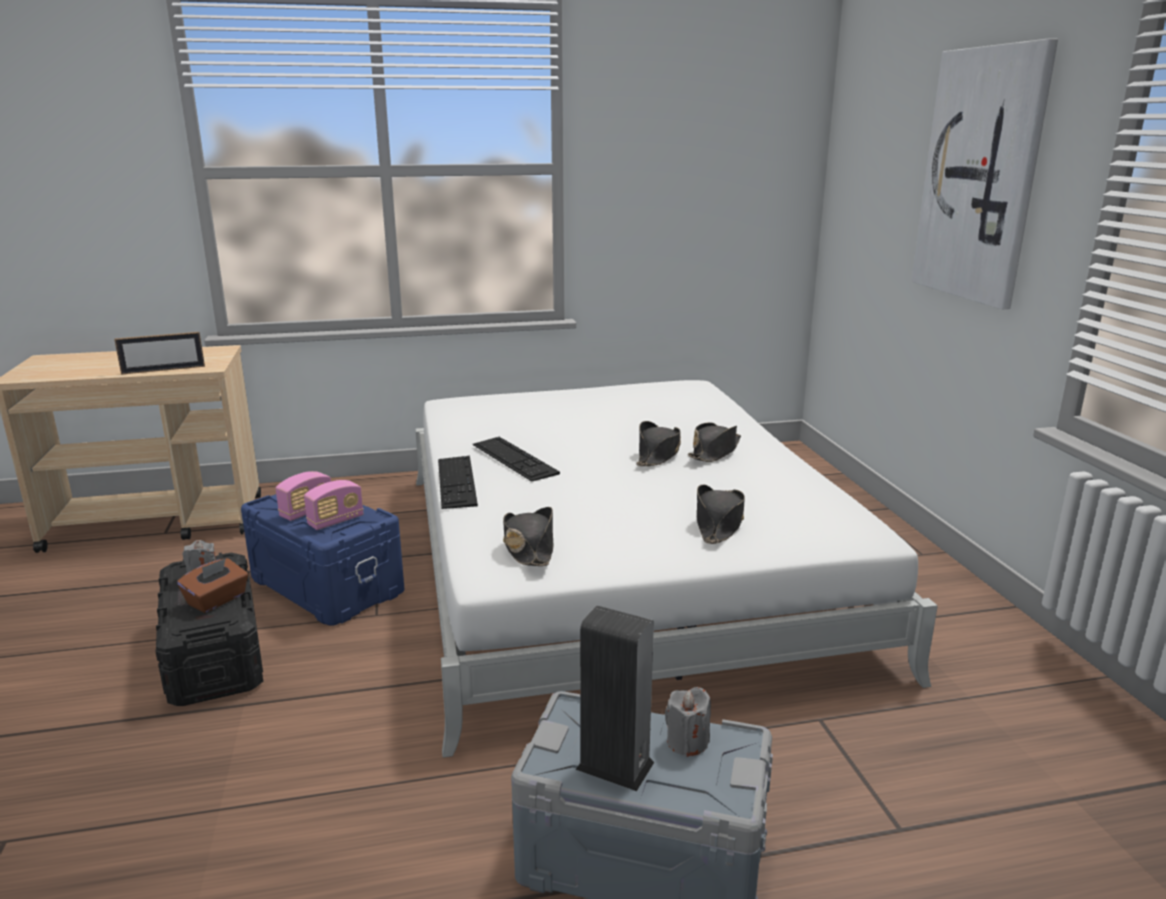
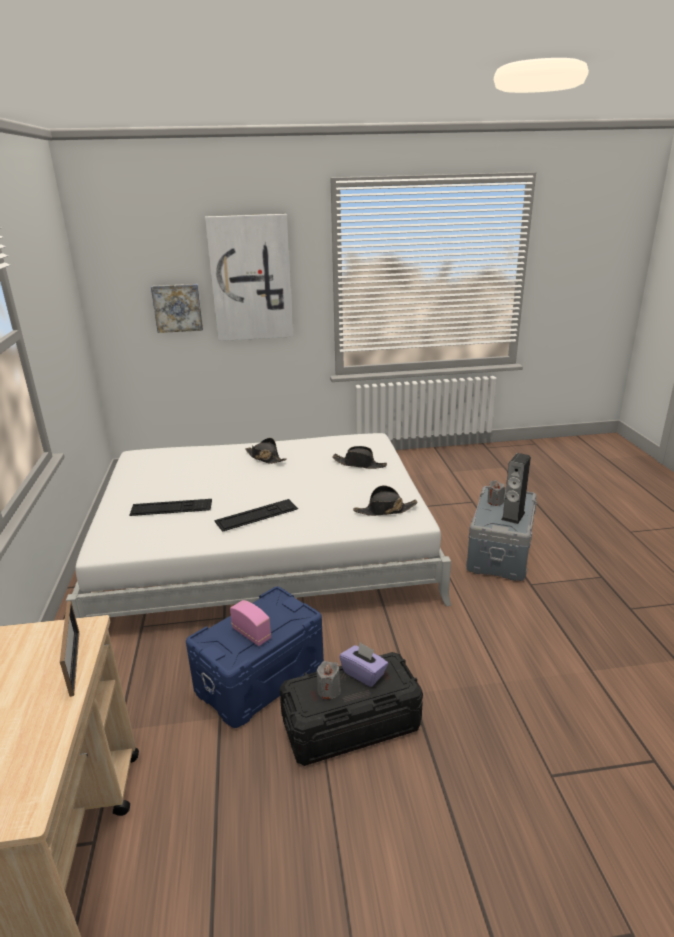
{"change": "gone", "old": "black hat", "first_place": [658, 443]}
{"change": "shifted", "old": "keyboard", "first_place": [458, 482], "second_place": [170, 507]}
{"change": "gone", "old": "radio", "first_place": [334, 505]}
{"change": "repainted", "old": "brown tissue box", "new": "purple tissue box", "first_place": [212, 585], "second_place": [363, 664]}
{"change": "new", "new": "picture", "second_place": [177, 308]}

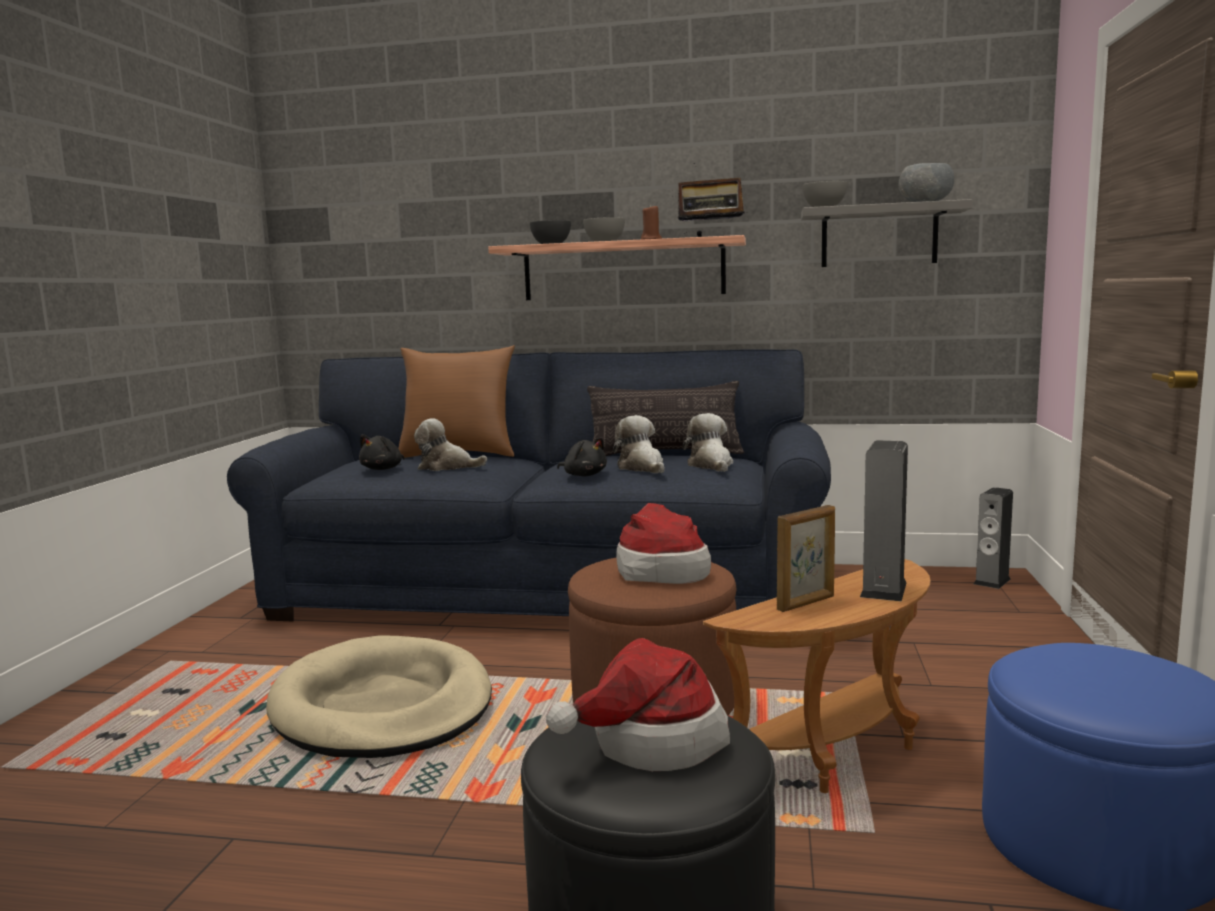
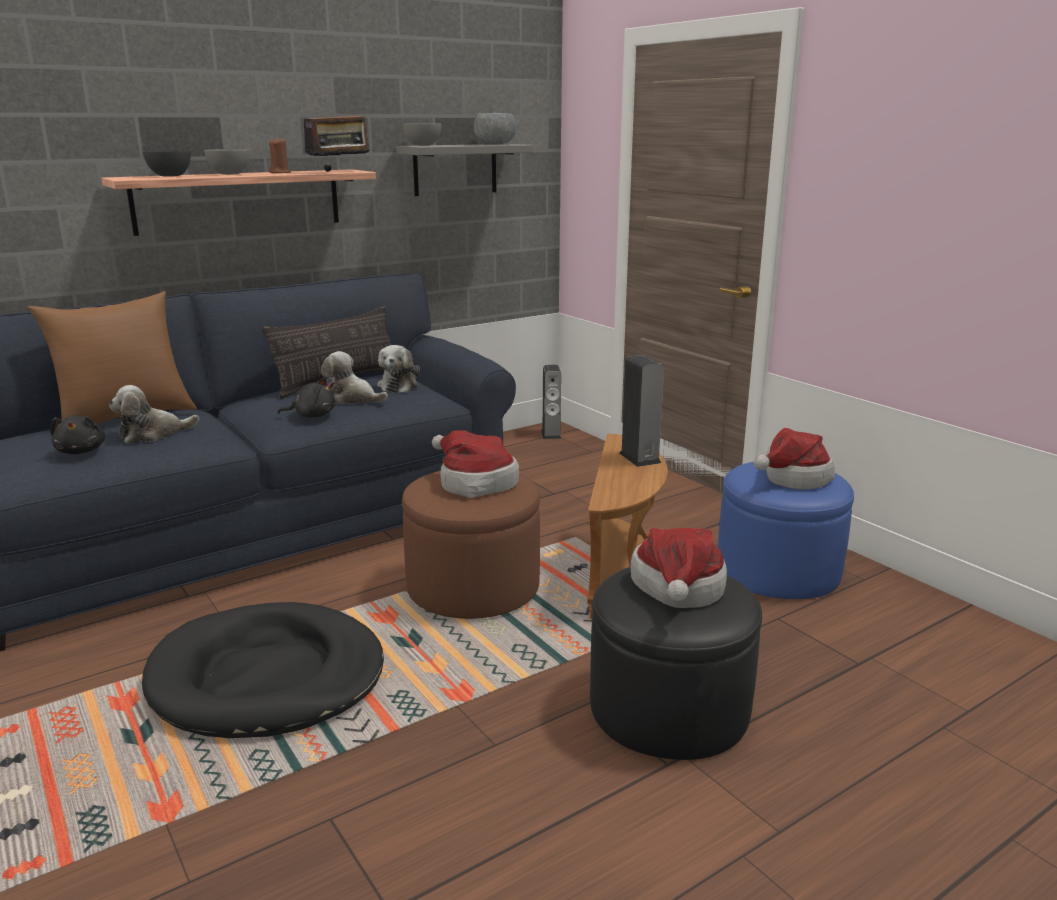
{"change": "rotated", "old": "plush toy", "first_place": [708, 442], "second_place": [399, 369], "degrees": -120}
{"change": "gone", "old": "picture frame", "first_place": [806, 558]}
{"change": "repainted", "old": "beige dog bed", "new": "black dog bed", "first_place": [379, 696], "second_place": [263, 670]}
{"change": "new", "new": "hat", "second_place": [794, 459]}

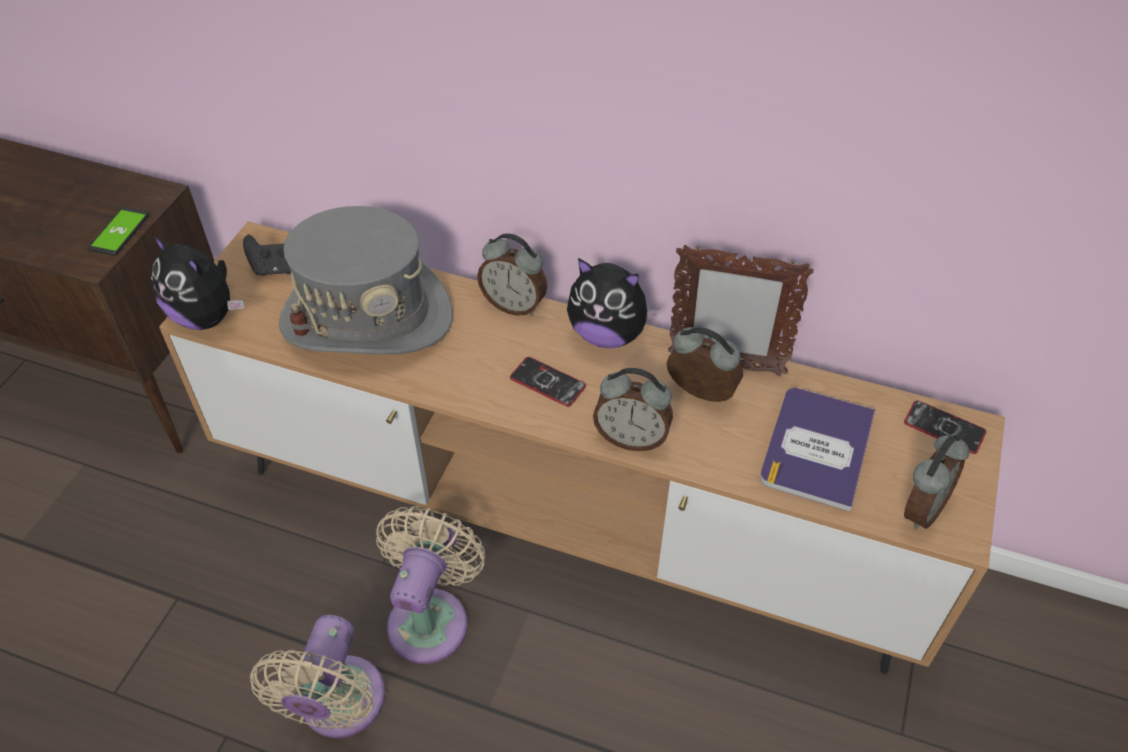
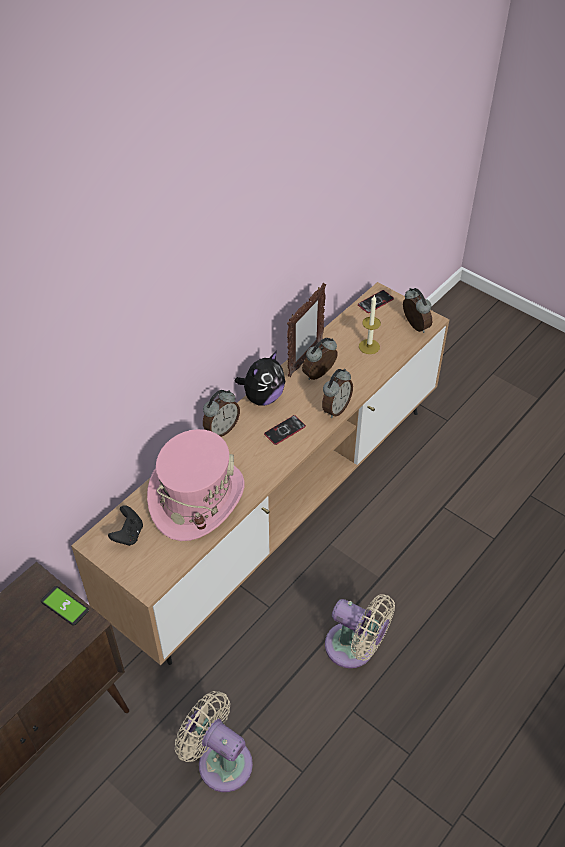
{"change": "repainted", "old": "grey hat", "new": "pink hat", "first_place": [366, 280], "second_place": [196, 485]}
{"change": "gone", "old": "plush toy", "first_place": [197, 282]}
{"change": "swapped", "old": "book", "new": "candle", "first_place": [817, 450], "second_place": [370, 324]}
{"change": "shifted", "old": "beige fan", "first_place": [430, 585], "second_place": [214, 741]}

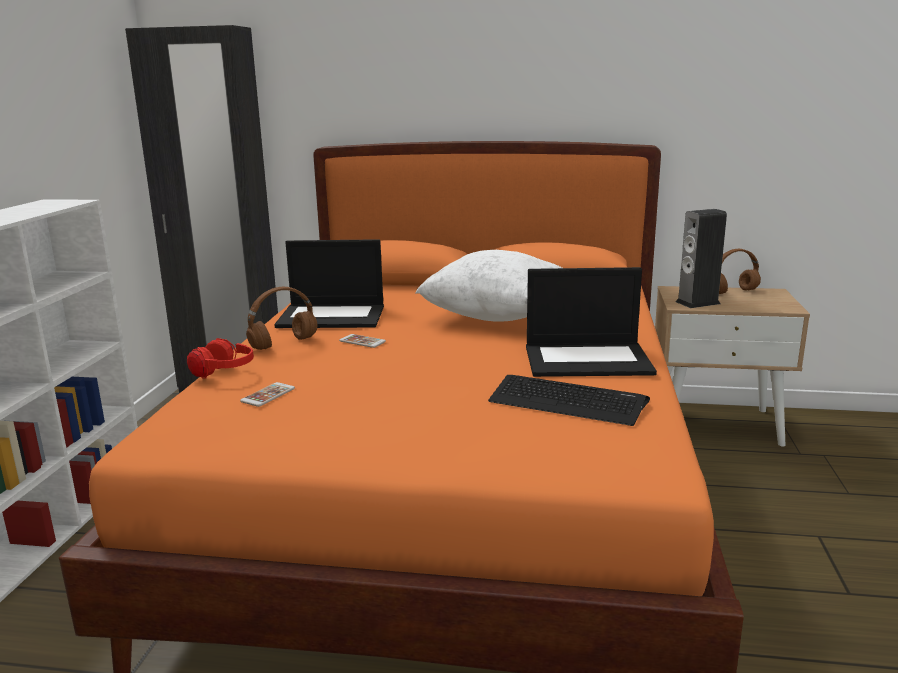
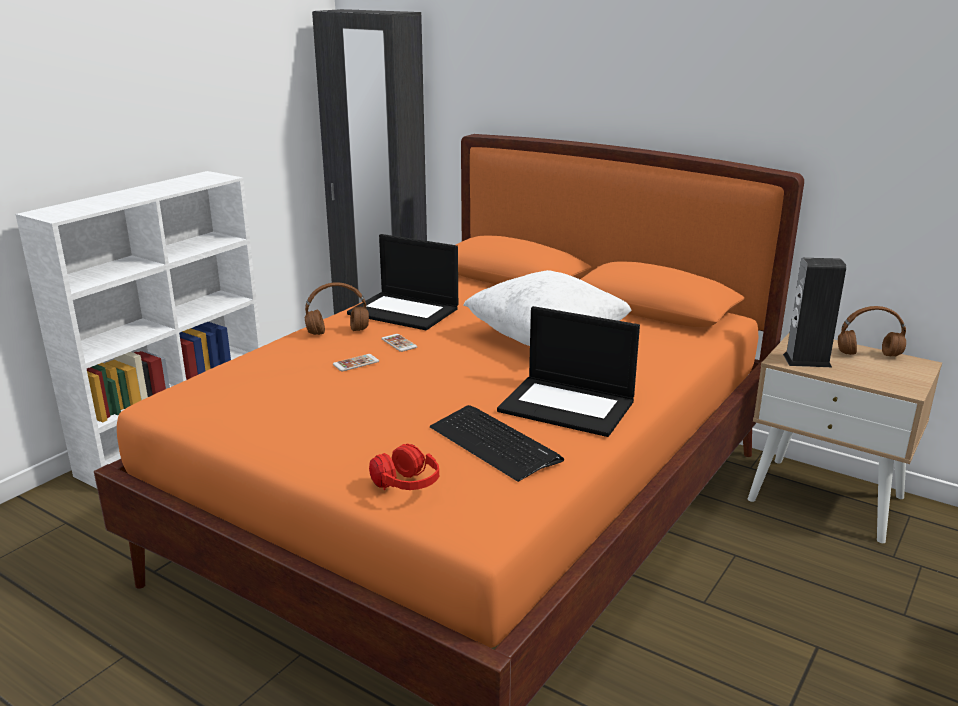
{"change": "shifted", "old": "red headphones", "first_place": [220, 358], "second_place": [404, 467]}
{"change": "shifted", "old": "phone", "first_place": [267, 394], "second_place": [356, 362]}

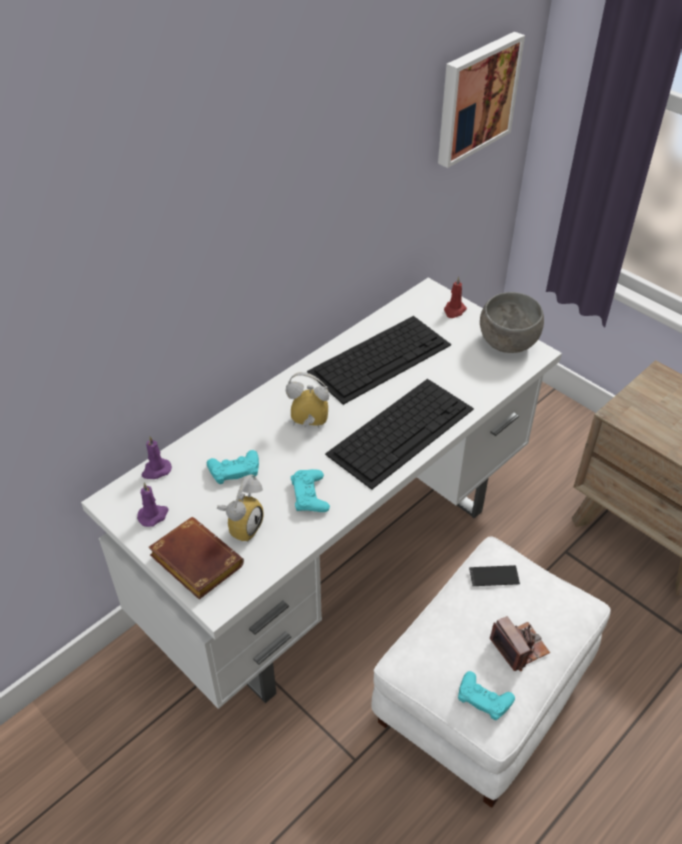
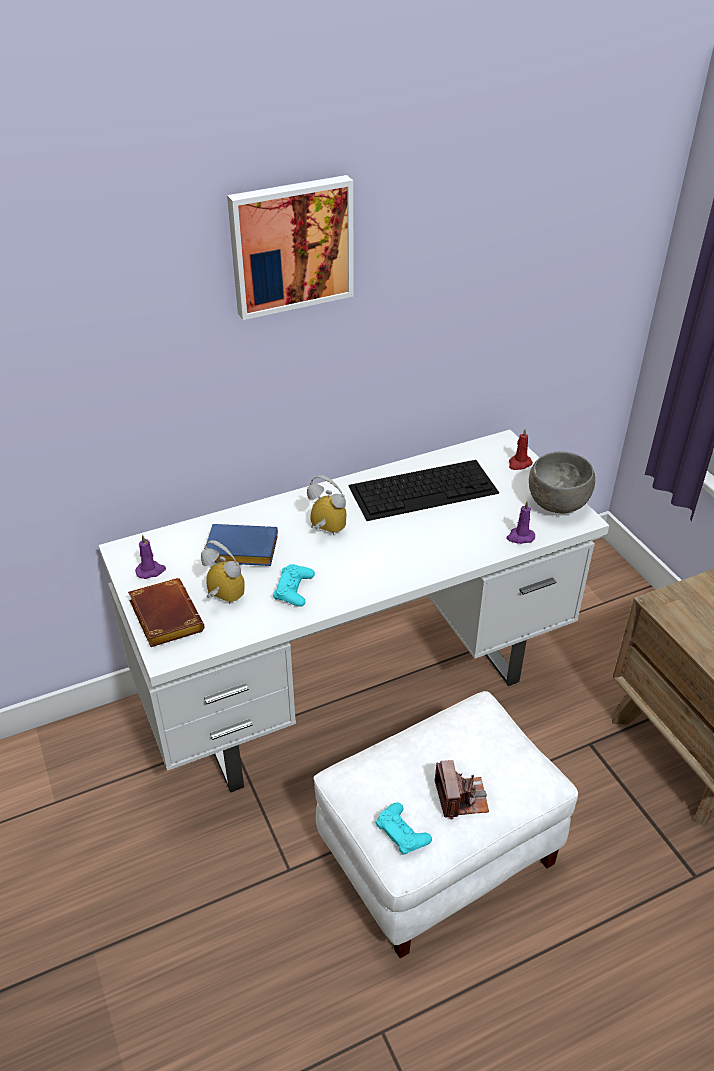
{"change": "shifted", "old": "picture", "first_place": [481, 100], "second_place": [290, 247]}
{"change": "gone", "old": "keyboard", "first_place": [399, 434]}
{"change": "shifted", "old": "purple candle", "first_place": [157, 457], "second_place": [520, 522]}
{"change": "swapped", "old": "turquoise game controller", "new": "blue book", "first_place": [233, 467], "second_place": [241, 545]}
{"change": "rotated", "old": "alarm clock", "first_place": [240, 508], "second_place": [223, 572], "degrees": -105}
{"change": "gone", "old": "phone", "first_place": [494, 575]}

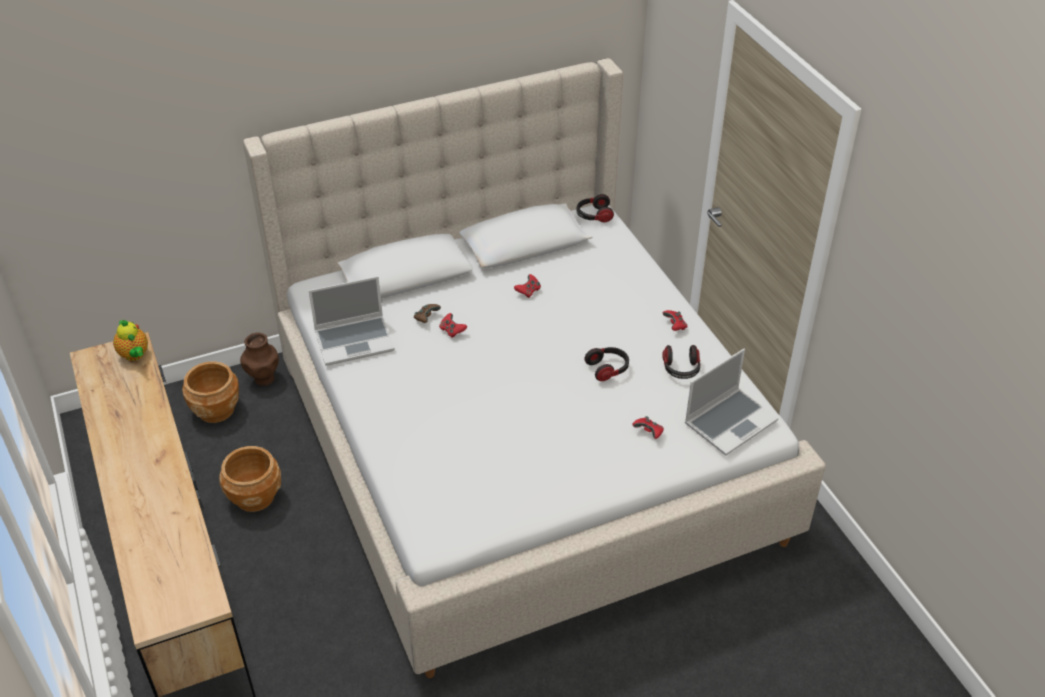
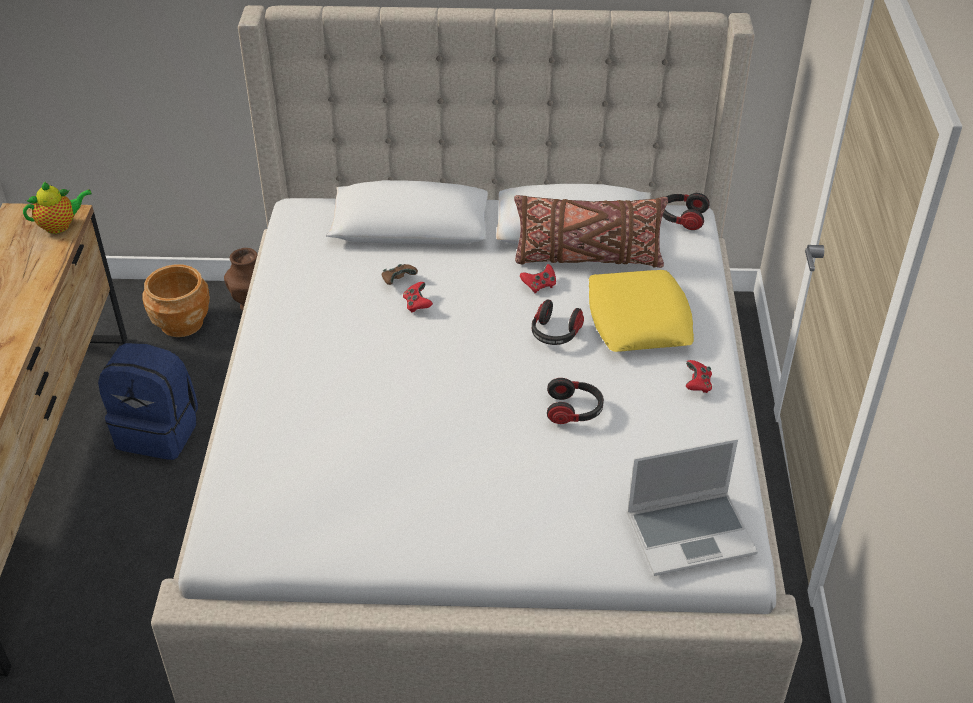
{"change": "gone", "old": "laptop", "first_place": [352, 321]}
{"change": "rotated", "old": "teapot", "first_place": [130, 340], "second_place": [57, 207], "degrees": -105}
{"change": "shifted", "old": "headphones", "first_place": [681, 362], "second_place": [558, 322]}
{"change": "gone", "old": "red game controller", "first_place": [648, 427]}
{"change": "swapped", "old": "brown planter", "new": "blue backpack", "first_place": [250, 479], "second_place": [148, 401]}
{"change": "new", "new": "brown pillow", "second_place": [591, 231]}
{"change": "new", "new": "yellow pillow", "second_place": [641, 311]}

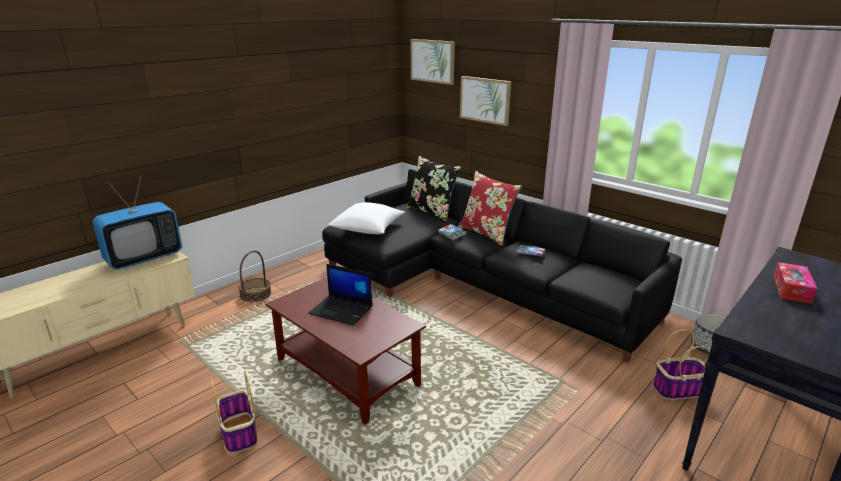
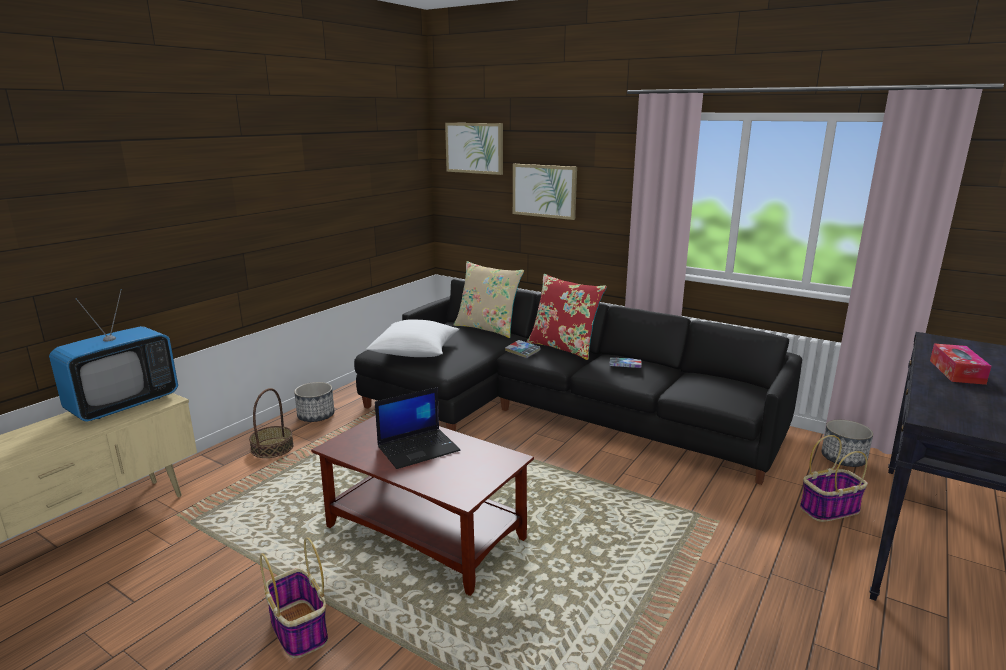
{"change": "repainted", "old": "black pillow", "new": "beige pillow", "first_place": [433, 188], "second_place": [489, 299]}
{"change": "rotated", "old": "laptop", "first_place": [340, 294], "second_place": [417, 428], "degrees": -45}
{"change": "new", "new": "planter", "second_place": [314, 402]}

